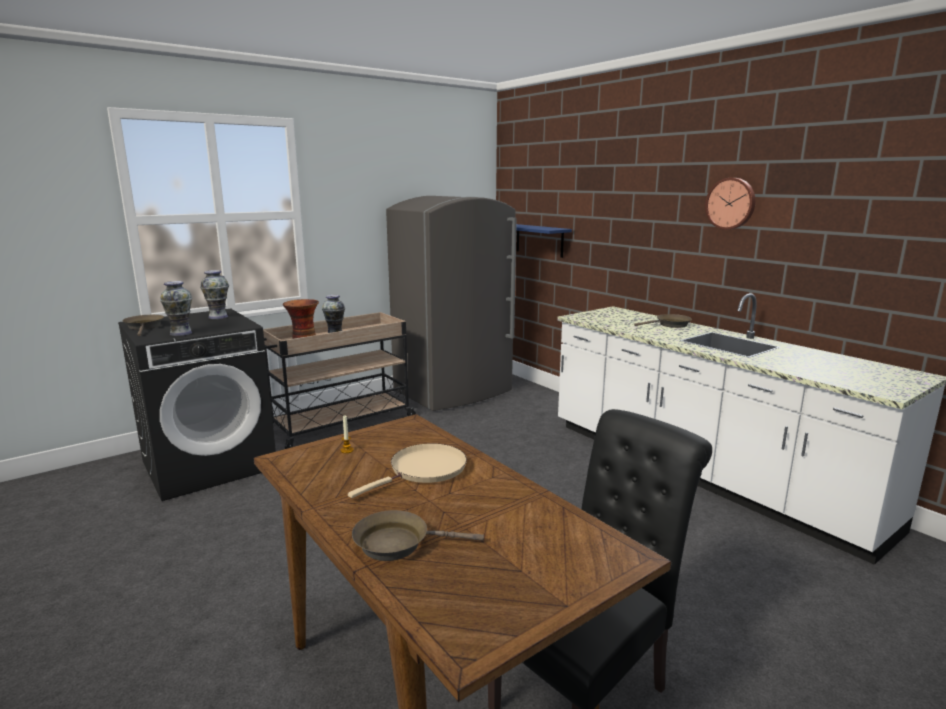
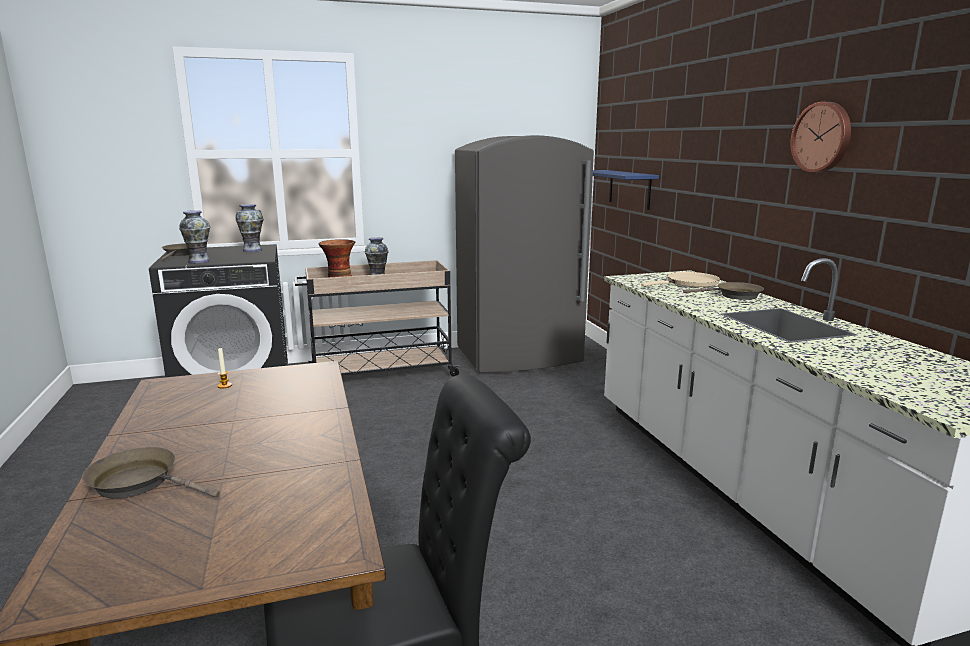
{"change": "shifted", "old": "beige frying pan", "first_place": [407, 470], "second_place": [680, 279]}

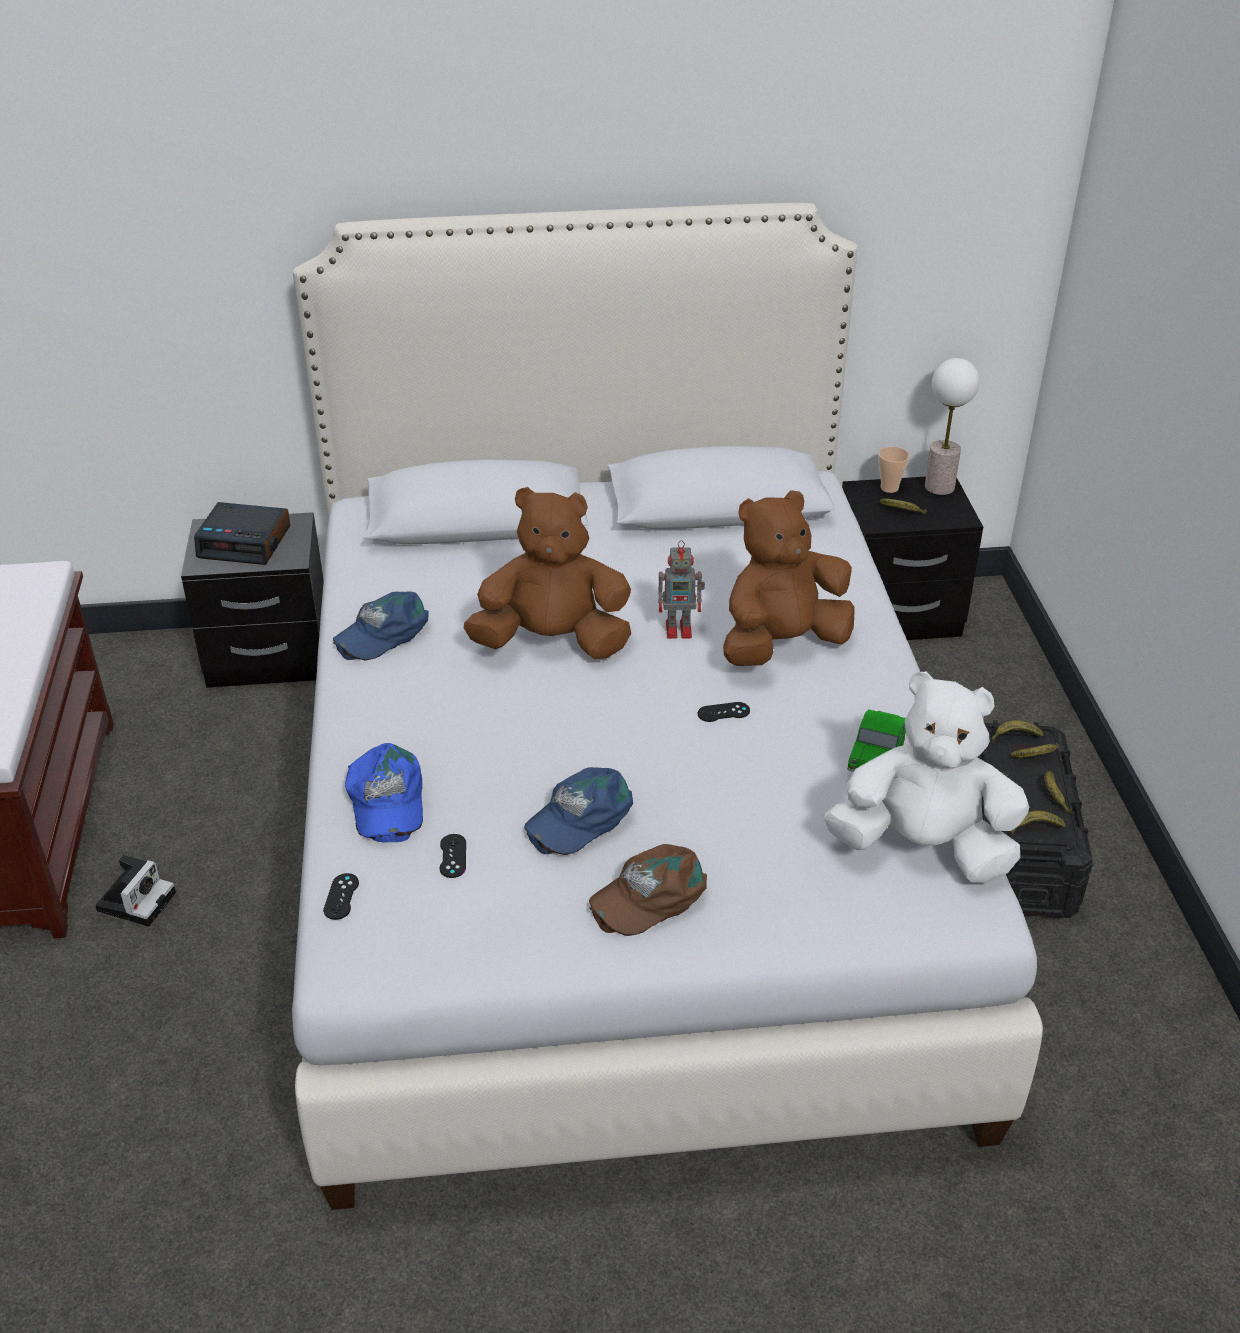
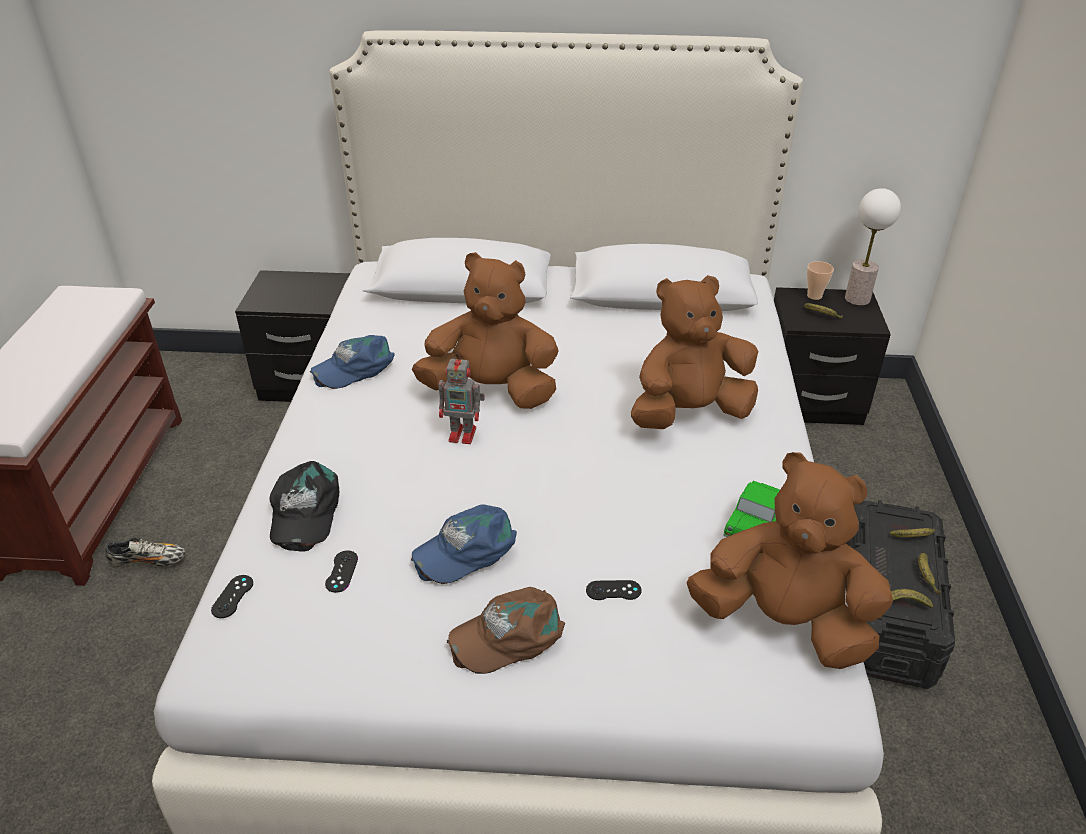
{"change": "gone", "old": "alarm clock", "first_place": [242, 533]}
{"change": "shifted", "old": "toy robot", "first_place": [681, 589], "second_place": [462, 398]}
{"change": "repainted", "old": "white plush toy", "new": "brown plush toy", "first_place": [926, 777], "second_place": [790, 560]}
{"change": "shifted", "old": "black game controller", "first_place": [724, 712], "second_place": [614, 590]}
{"change": "gone", "old": "banana", "first_place": [1016, 731]}
{"change": "repainted", "old": "blue cap", "new": "black cap", "first_place": [384, 793], "second_place": [304, 506]}
{"change": "swapped", "old": "photo camera", "new": "shoe", "first_place": [135, 890], "second_place": [145, 552]}

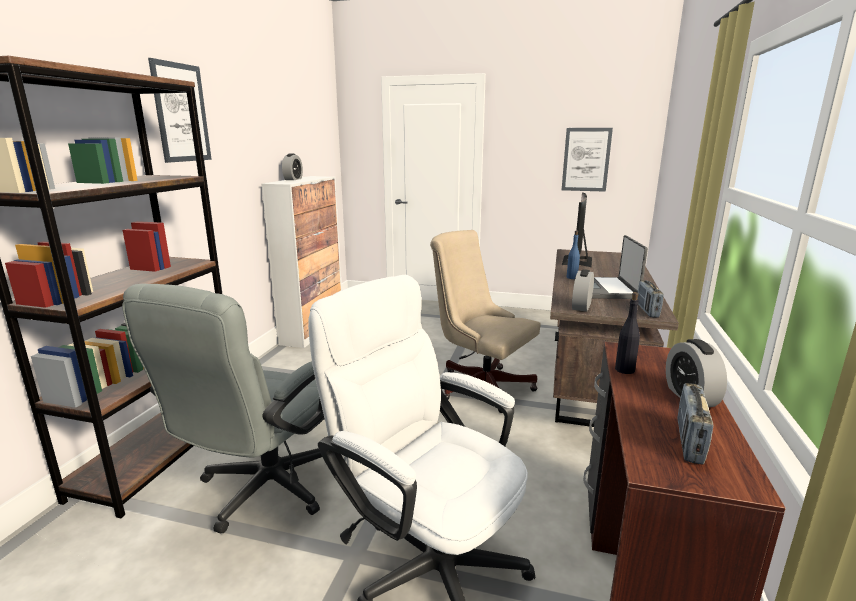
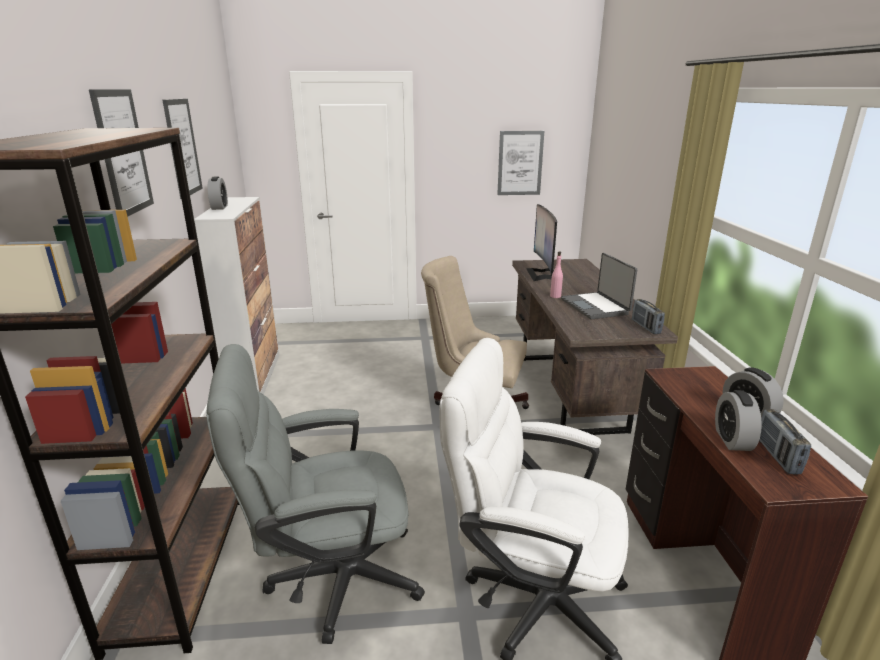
{"change": "repainted", "old": "blue bottle", "new": "pink bottle", "first_place": [573, 254], "second_place": [556, 274]}
{"change": "shifted", "old": "alarm clock", "first_place": [583, 290], "second_place": [738, 420]}
{"change": "rotated", "old": "grey office chair", "first_place": [223, 408], "second_place": [315, 494], "degrees": 75}
{"change": "gone", "old": "black bottle", "first_place": [627, 333]}
{"change": "new", "new": "picture", "second_place": [183, 149]}

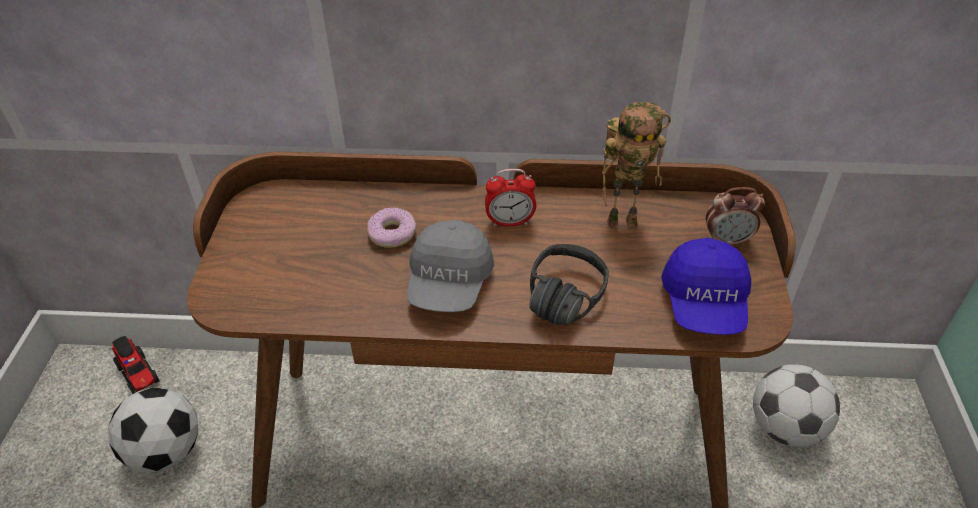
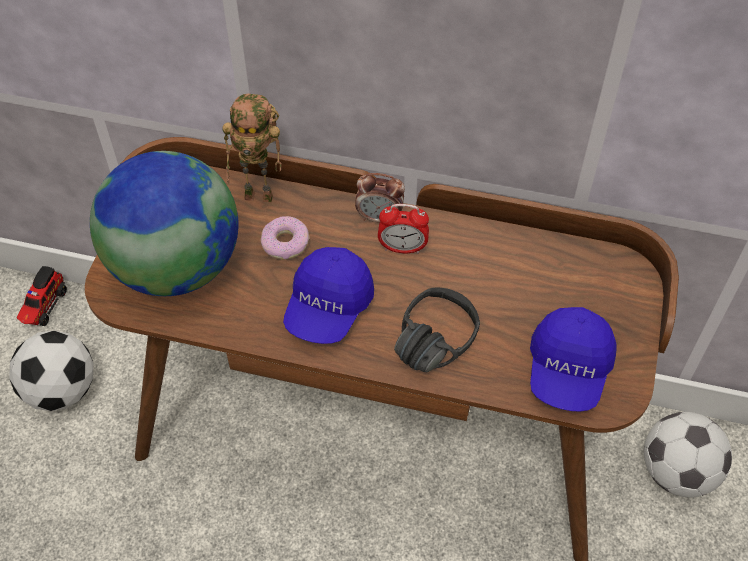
{"change": "shifted", "old": "toy robot", "first_place": [636, 165], "second_place": [252, 148]}
{"change": "shifted", "old": "alarm clock", "first_place": [735, 216], "second_place": [380, 198]}
{"change": "repainted", "old": "grey cap", "new": "blue cap", "first_place": [450, 266], "second_place": [328, 295]}
{"change": "rotated", "old": "toy truck", "first_place": [136, 365], "second_place": [42, 296], "degrees": 45}
{"change": "new", "new": "globe", "second_place": [164, 223]}

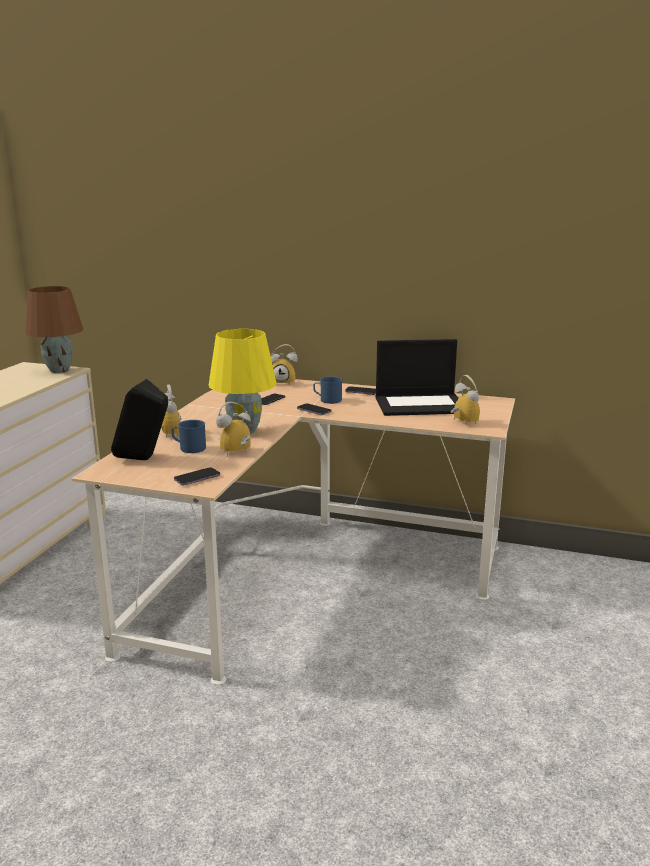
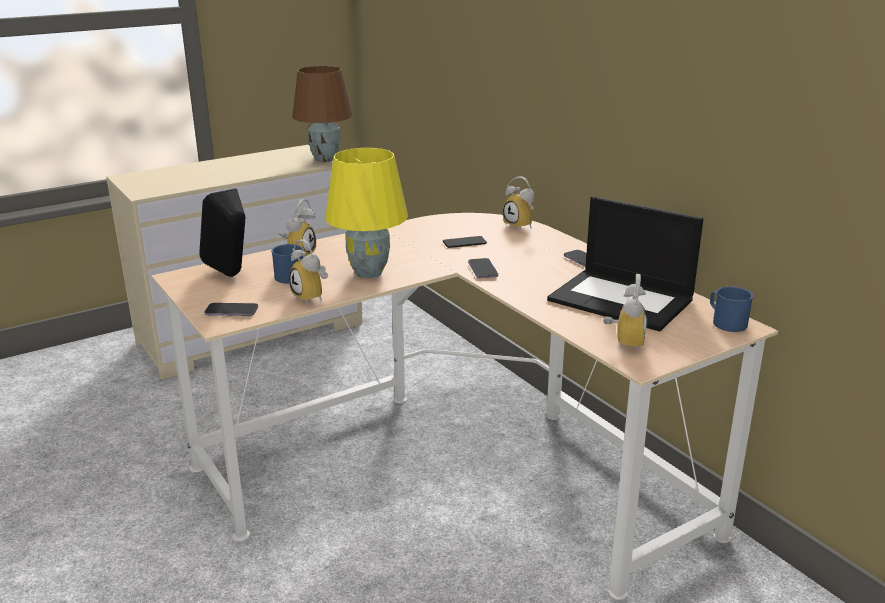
{"change": "shifted", "old": "blue mug", "first_place": [328, 390], "second_place": [731, 309]}
{"change": "rotated", "old": "alarm clock", "first_place": [233, 429], "second_place": [308, 271], "degrees": -135}

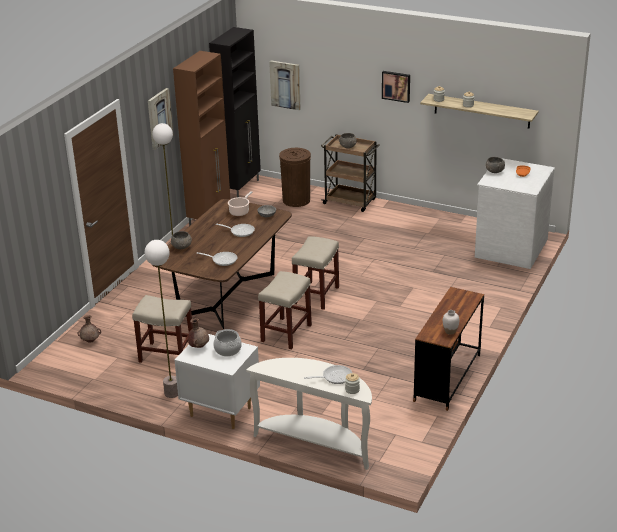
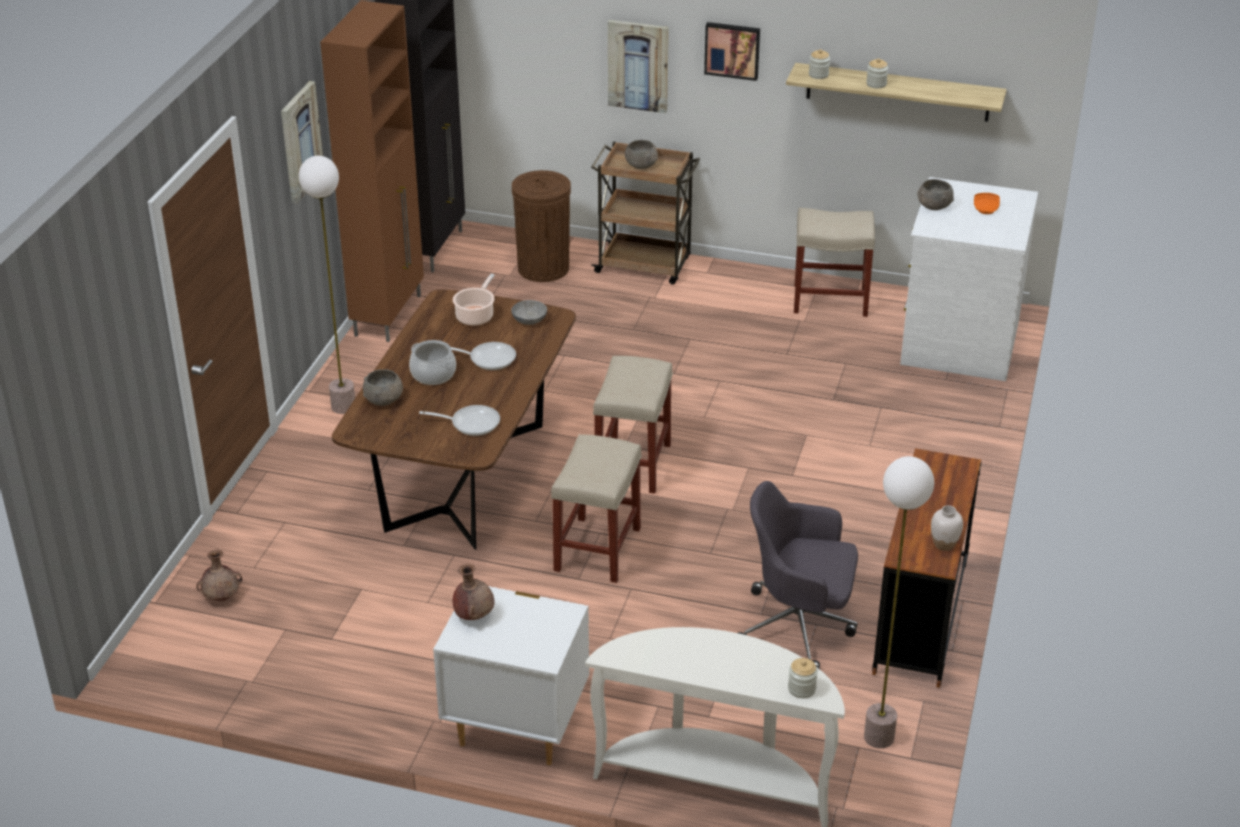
{"change": "shifted", "old": "picture", "first_place": [285, 85], "second_place": [638, 66]}
{"change": "shifted", "old": "floor lamp", "first_place": [161, 319], "second_place": [899, 602]}
{"change": "shifted", "old": "beige stool", "first_place": [162, 329], "second_place": [834, 262]}
{"change": "shifted", "old": "cooking pot", "first_place": [227, 342], "second_place": [432, 362]}
{"change": "gone", "old": "frying pan", "first_place": [328, 374]}
{"change": "new", "new": "grey office chair", "second_place": [798, 575]}

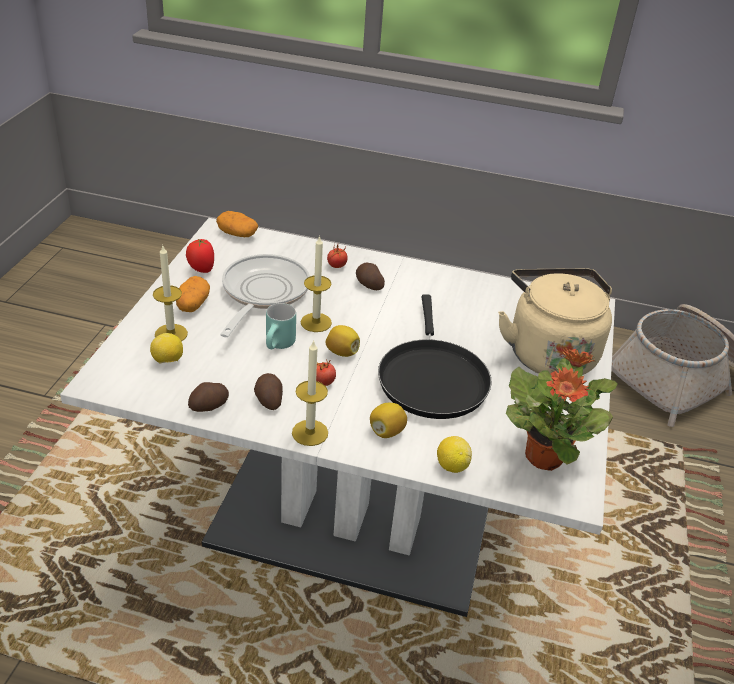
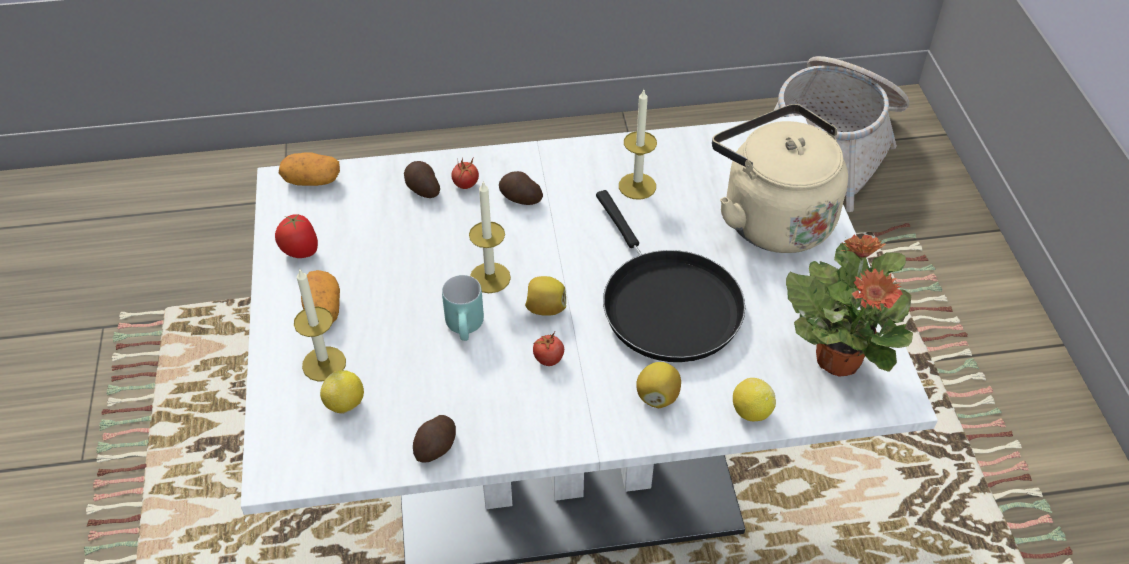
{"change": "gone", "old": "frying pan", "first_place": [265, 295]}
{"change": "shifted", "old": "candle", "first_place": [310, 393], "second_place": [638, 144]}
{"change": "shifted", "old": "potato", "first_place": [268, 391], "second_place": [422, 179]}

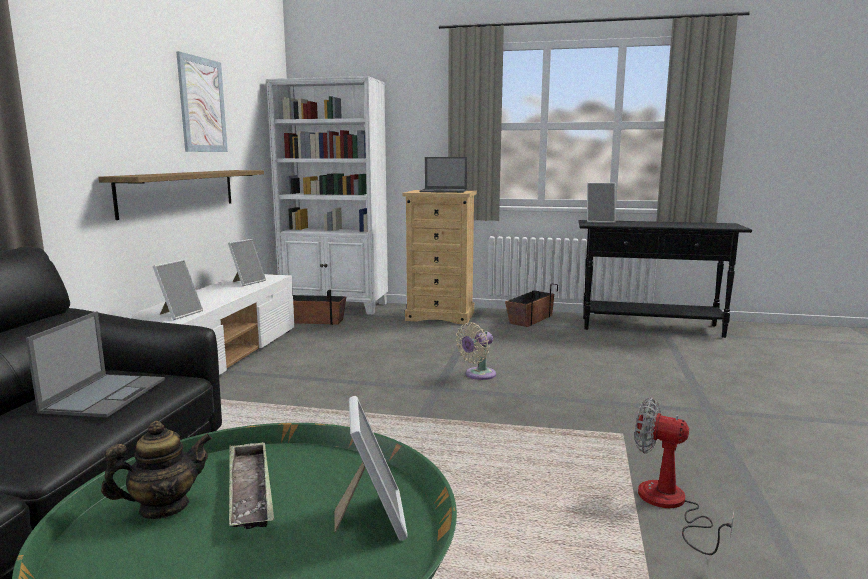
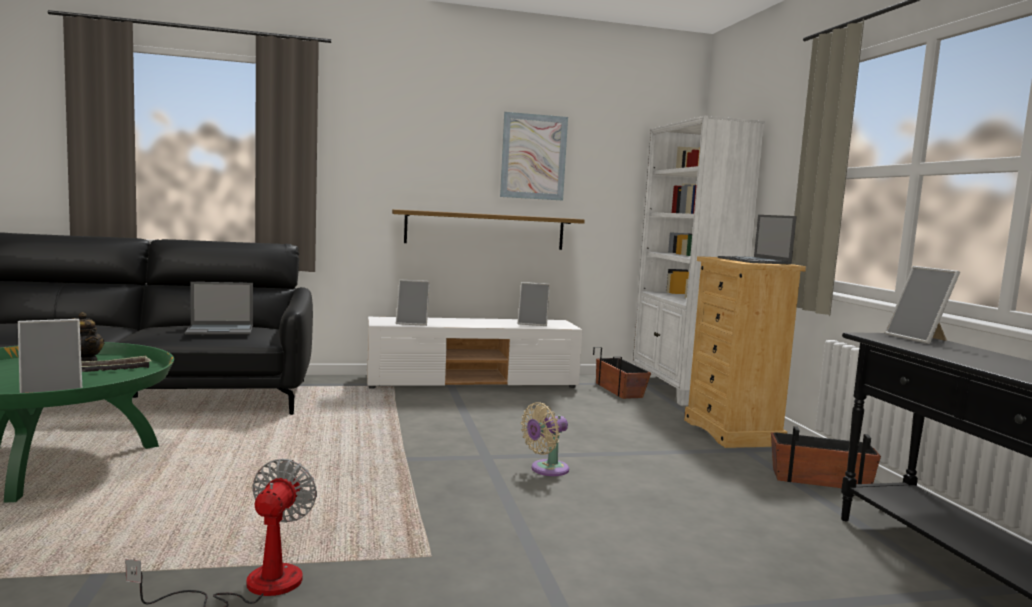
{"change": "rotated", "old": "beige fan", "first_place": [475, 351], "second_place": [545, 439], "degrees": -60}

